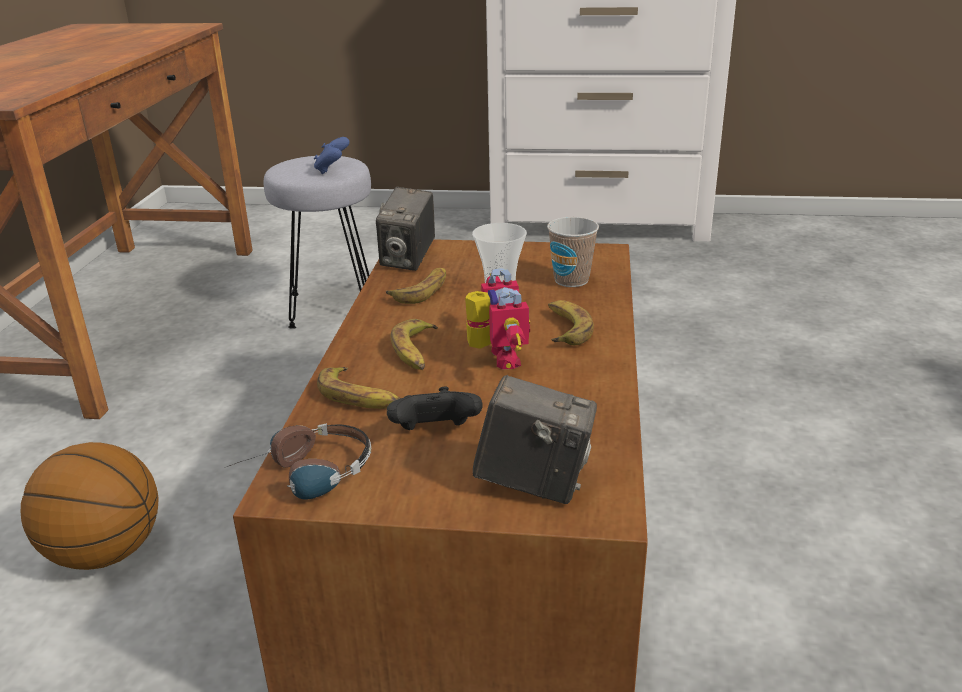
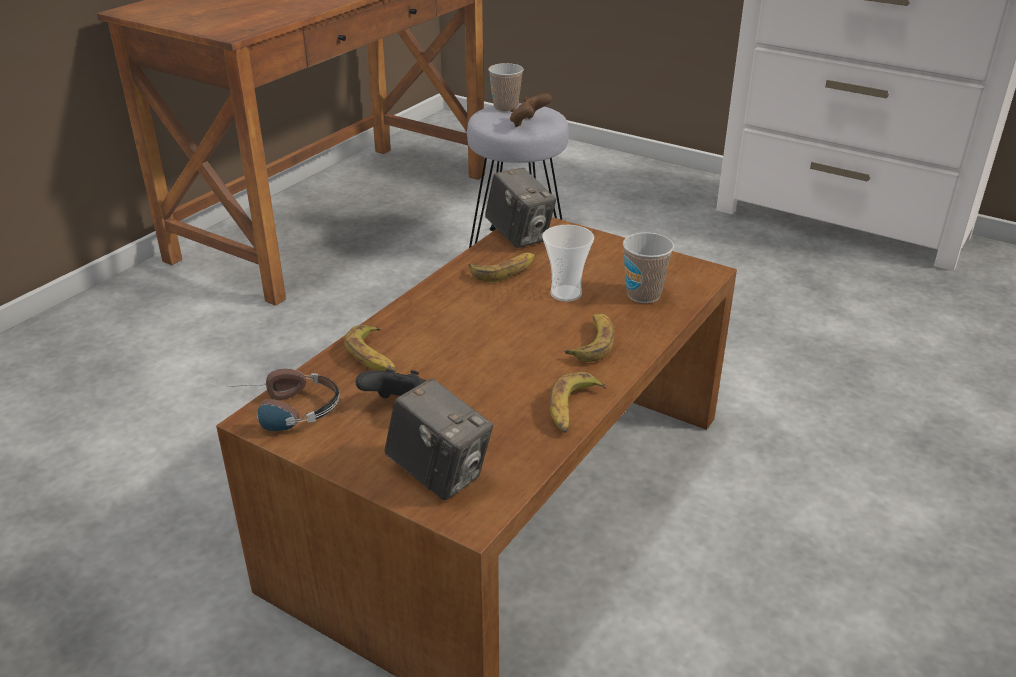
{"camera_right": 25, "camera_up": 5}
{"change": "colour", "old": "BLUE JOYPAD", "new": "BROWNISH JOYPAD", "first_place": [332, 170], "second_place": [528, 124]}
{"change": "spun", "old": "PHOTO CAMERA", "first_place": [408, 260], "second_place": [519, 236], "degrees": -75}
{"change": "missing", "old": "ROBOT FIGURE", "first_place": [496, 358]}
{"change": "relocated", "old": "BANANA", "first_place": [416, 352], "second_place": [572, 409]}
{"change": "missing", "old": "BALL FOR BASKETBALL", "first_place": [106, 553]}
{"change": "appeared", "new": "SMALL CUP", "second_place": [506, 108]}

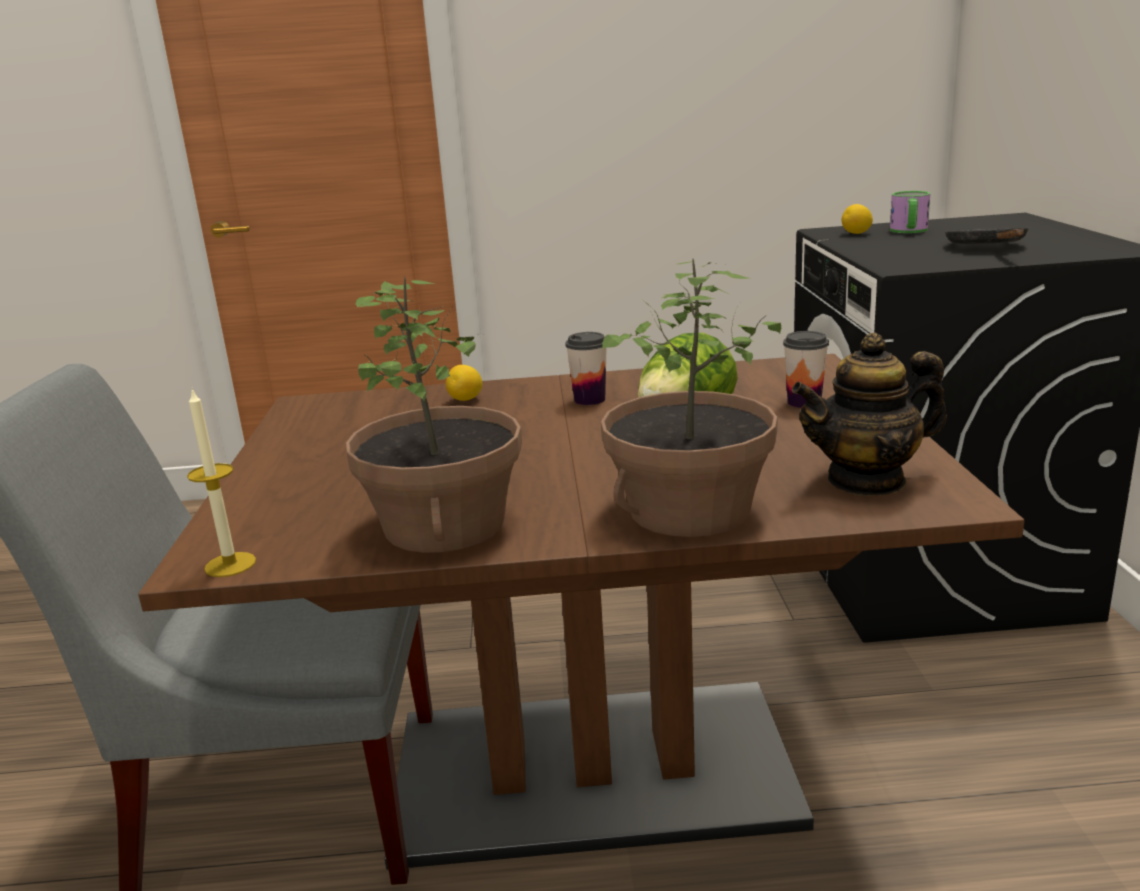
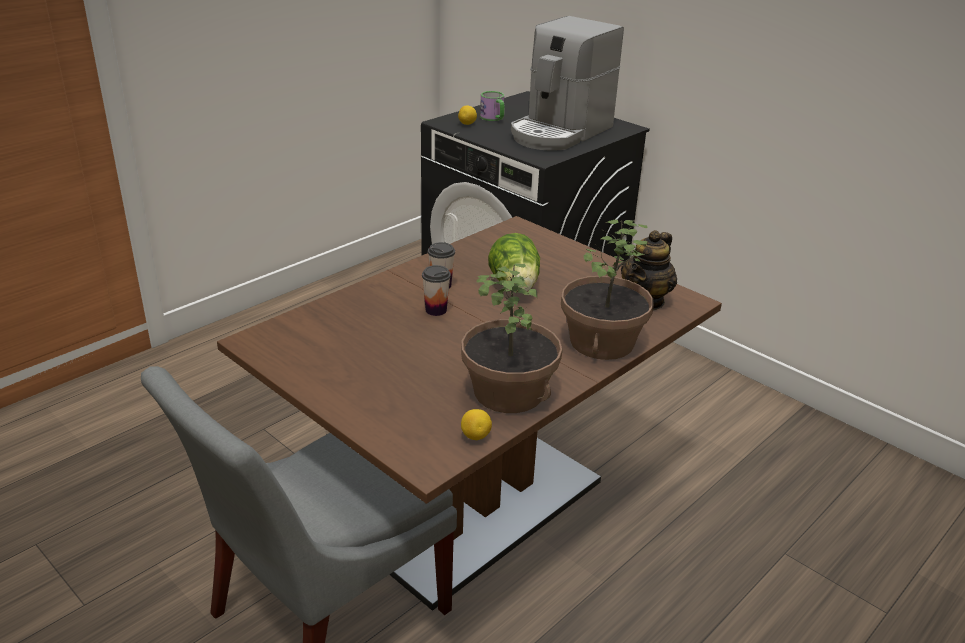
{"camera_right": -45, "camera_up": 10}
{"change": "exchanged", "old": "BLACKISH PAN", "new": "COFFEE MACHINE", "first_place": [988, 248], "second_place": [560, 132]}
{"change": "relocated", "old": "SMALL CUP", "first_place": [804, 402], "second_place": [436, 310]}
{"change": "relocated", "old": "LEMON", "first_place": [466, 400], "second_place": [475, 436]}
{"change": "missing", "old": "WAX CANDLE", "first_place": [230, 564]}

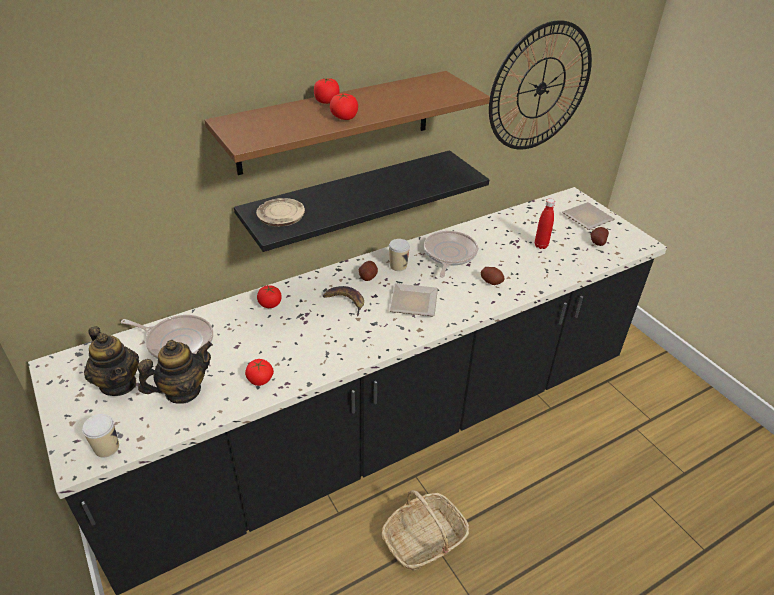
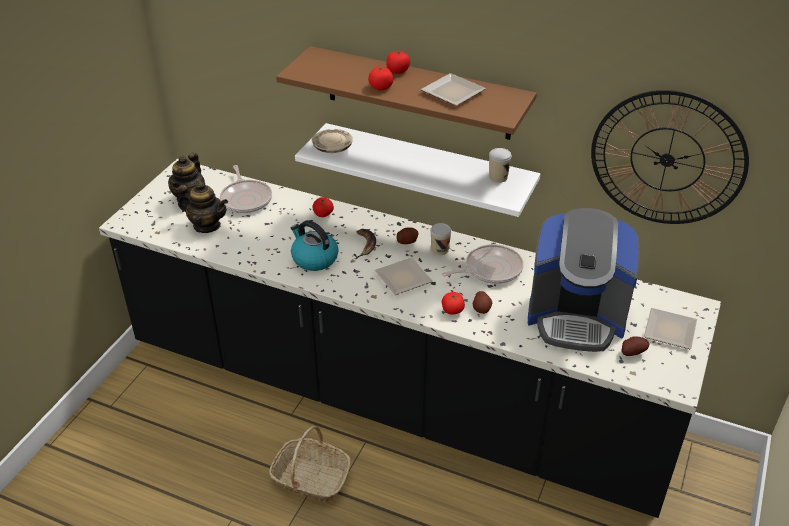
{"camera_right": 55, "camera_up": 0}
{"change": "colour", "old": "BLACKISH WALL SHELF", "new": "WHITE WALL SHELF", "first_place": [350, 200], "second_place": [428, 169]}
{"change": "exchanged", "old": "RED-COLOURED BOTTLE", "new": "COFFEE MACHINE", "first_place": [541, 245], "second_place": [576, 317]}
{"change": "relocated", "old": "WHOLE TOMATO", "first_place": [260, 380], "second_place": [452, 310]}
{"change": "relocated", "old": "SMALL CUP", "first_place": [107, 447], "second_place": [498, 177]}
{"change": "appeared", "new": "PLATE", "second_place": [452, 91]}
{"change": "appeared", "new": "TEA KETTLE", "second_place": [314, 258]}

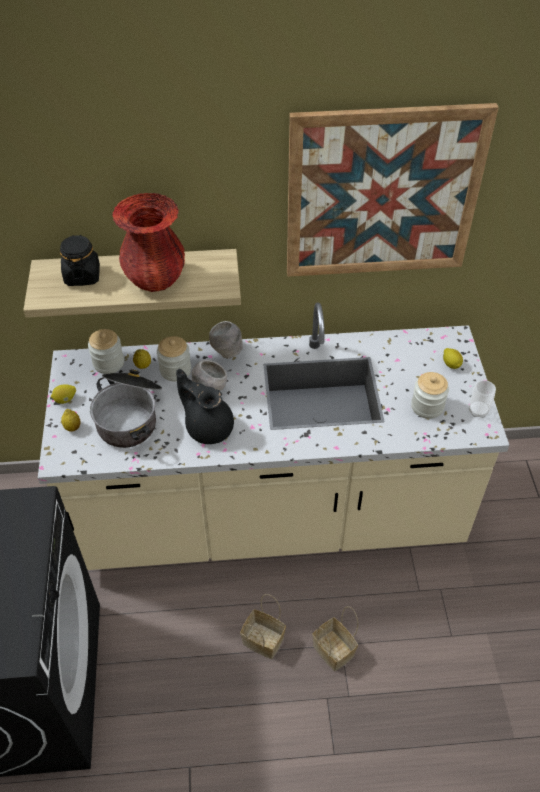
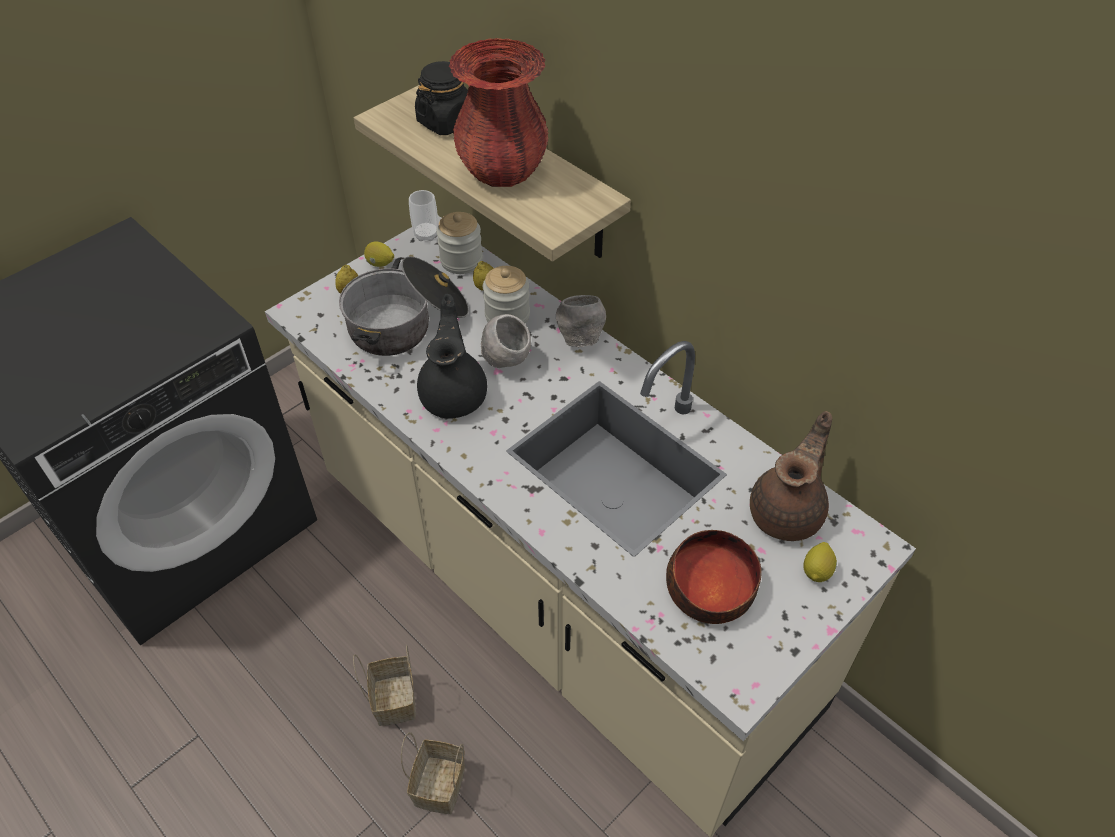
{"camera_right": 50, "camera_up": 0}
{"change": "missing", "old": "WALL PICTURE", "first_place": [382, 194]}
{"change": "exchanged", "old": "JAR", "new": "BOWL", "first_place": [427, 406], "second_place": [710, 588]}
{"change": "relocated", "old": "SMALL CUP", "first_place": [478, 411], "second_place": [426, 234]}
{"change": "appeared", "new": "BROWNISH TEA POT", "second_place": [788, 512]}

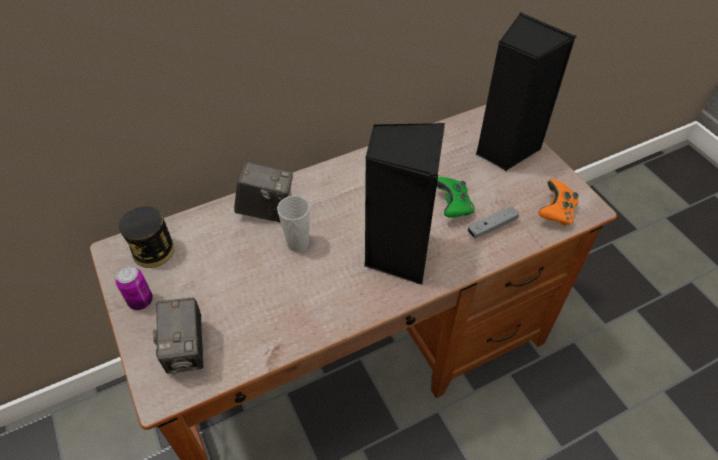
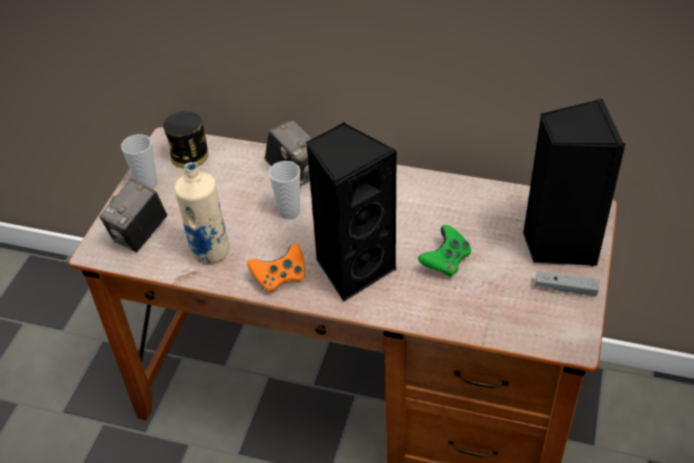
{"camera_right": 45, "camera_up": -5}
{"change": "relocated", "old": "ORANGE-COLOURED JOYPAD", "first_place": [556, 212], "second_place": [280, 278]}
{"change": "relocated", "old": "GRAY JOYPAD", "first_place": [492, 227], "second_place": [565, 288]}
{"change": "exchanged", "old": "METAL CAN", "new": "SMALL CUP", "first_place": [141, 301], "second_place": [147, 184]}
{"change": "appeared", "new": "BEIGE-COLOURED BOTTLE", "second_place": [210, 251]}

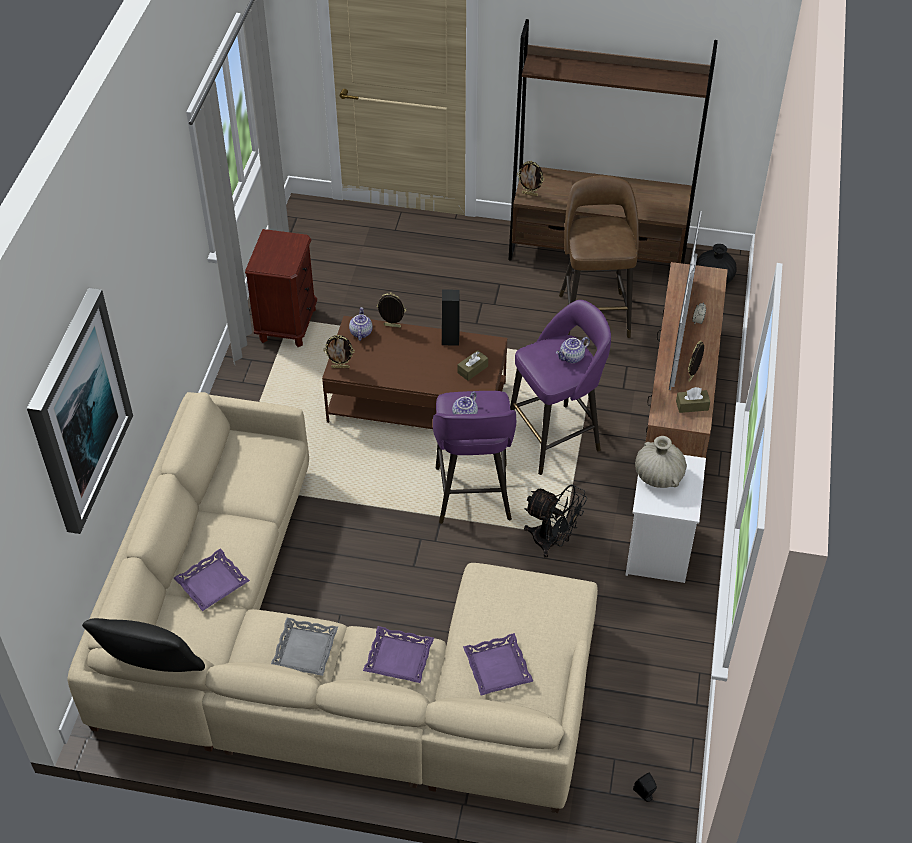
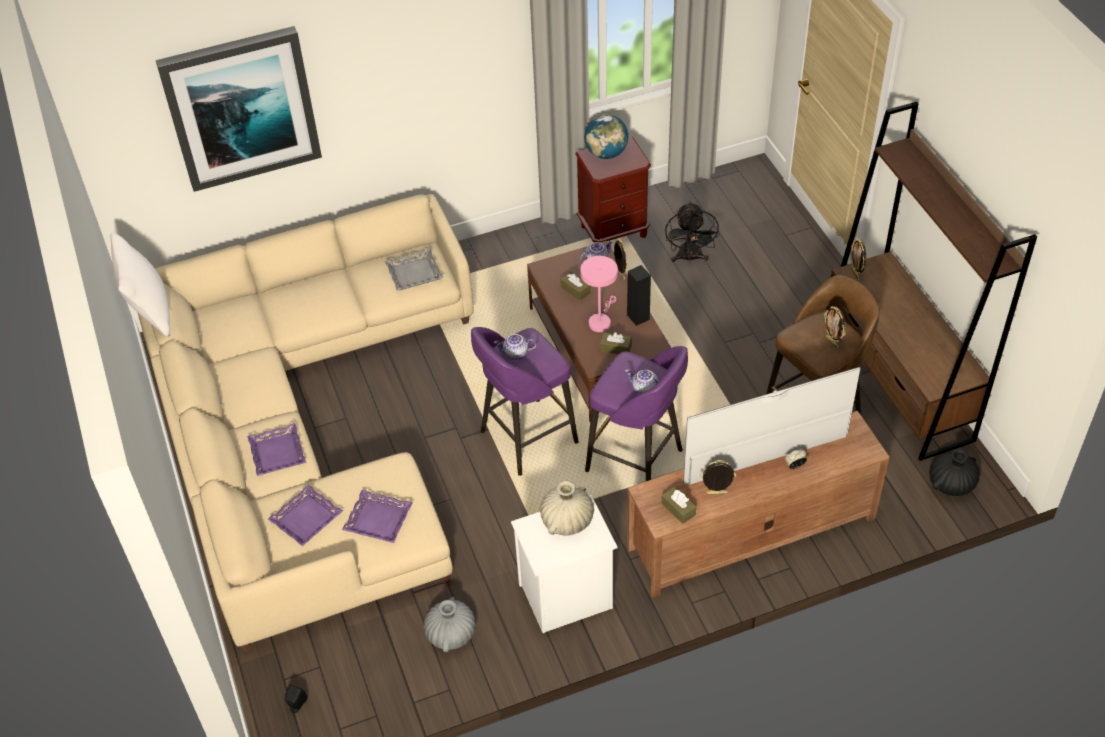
{"camera_right": 60, "camera_up": 0}
{"change": "relocated", "old": "PICTURE FRAME", "first_place": [340, 367], "second_place": [832, 342]}
{"change": "relocated", "old": "BLACKISH COOLING FAN", "first_place": [552, 541], "second_place": [689, 258]}
{"change": "relocated", "old": "PURPLE SERVING TRAY", "first_place": [212, 584], "second_place": [378, 520]}
{"change": "colour", "old": "BLACKISH PILLOW", "new": "WHITE PILLOW", "first_place": [152, 671], "second_place": [150, 312]}
{"change": "relocated", "old": "GRAY SERVING TRAY", "first_place": [304, 650], "second_place": [414, 273]}
{"change": "appeared", "new": "GLOBE", "second_place": [606, 153]}
{"change": "appeared", "new": "PINKISH TABLETOP LAMP", "second_place": [600, 321]}
{"change": "appeared", "new": "BROWNISH BOX OF TISSUES", "second_place": [575, 290]}
{"change": "appeared", "new": "GRAY DECORATIVE VASE", "second_place": [451, 634]}

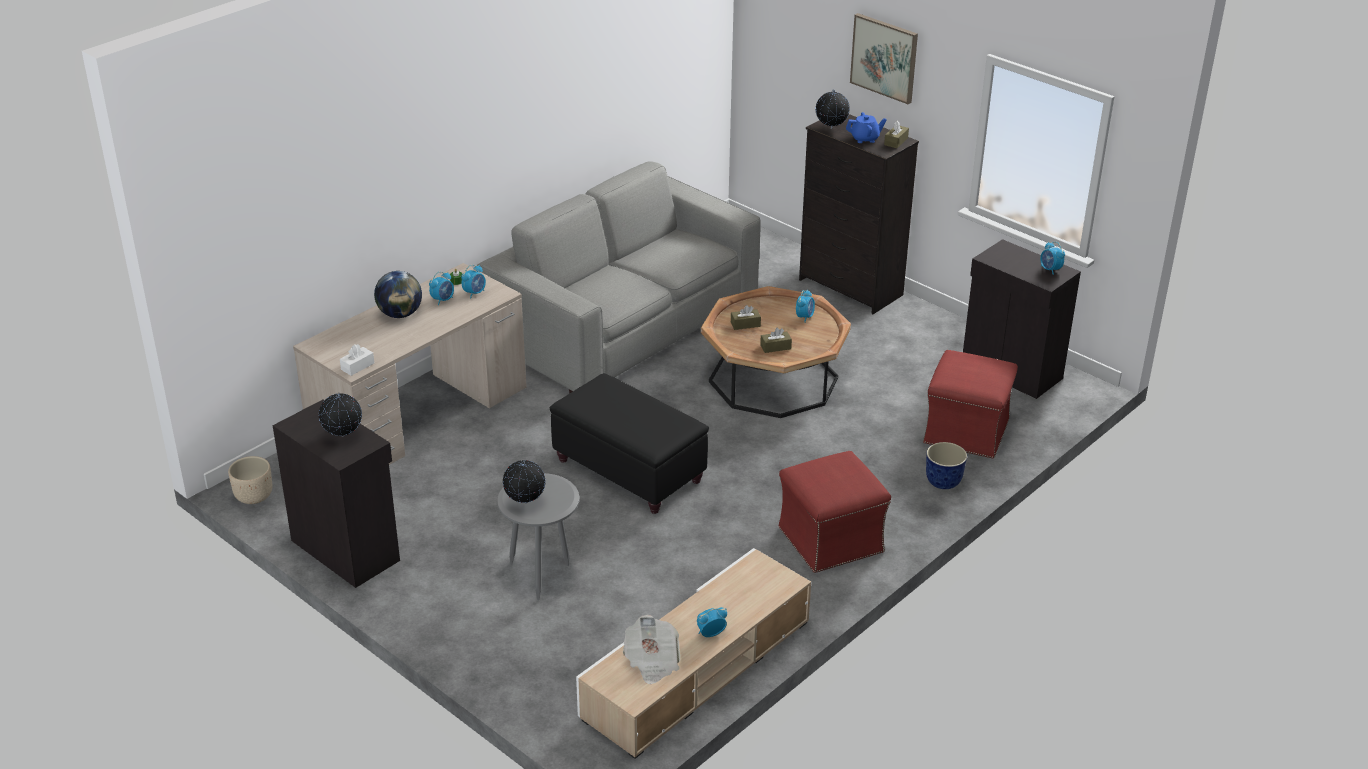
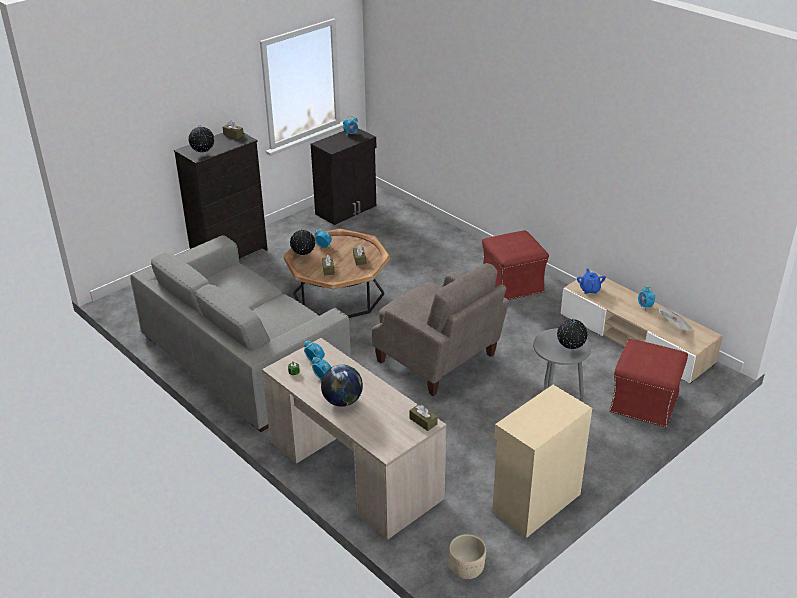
{"camera_right": -85, "camera_up": 0}
{"change": "missing", "old": "WALL PICTURE", "first_place": [884, 58]}
{"change": "relocated", "old": "BLUE TEA POT", "first_place": [865, 139], "second_place": [589, 289]}
{"change": "colour", "old": "WHITE BOX OF TISSUES", "new": "BROWNISH BOX OF TISSUES", "first_place": [357, 366], "second_place": [423, 421]}
{"change": "relocated", "old": "RED-COLOURED OTTOMAN", "first_place": [966, 432], "second_place": [645, 403]}
{"change": "exchanged", "old": "BLACKISH OTTOMAN", "new": "BEIGE-COLOURED LOUNGE CHAIR", "first_place": [628, 470], "second_place": [438, 360]}
{"change": "relocated", "old": "GLOBE", "first_place": [343, 436], "second_place": [303, 256]}
{"change": "colour", "old": "BLACKISH CABINET", "new": "BEIGE-COLOURED CABINET", "first_place": [346, 549], "second_place": [535, 503]}
{"change": "missing", "old": "PLANTER", "first_place": [943, 482]}

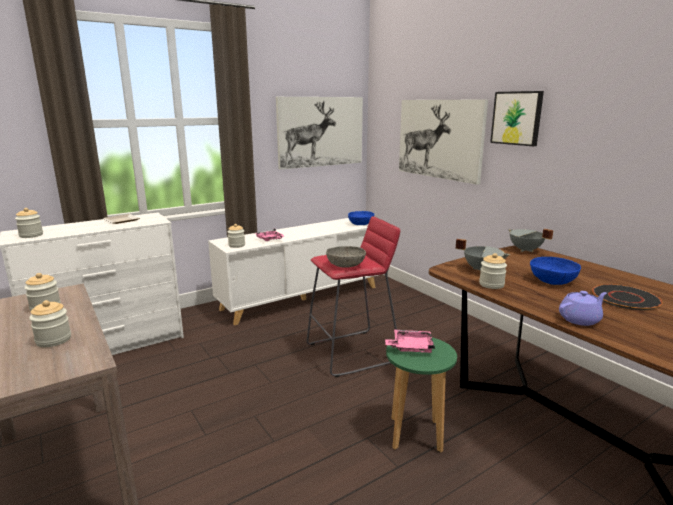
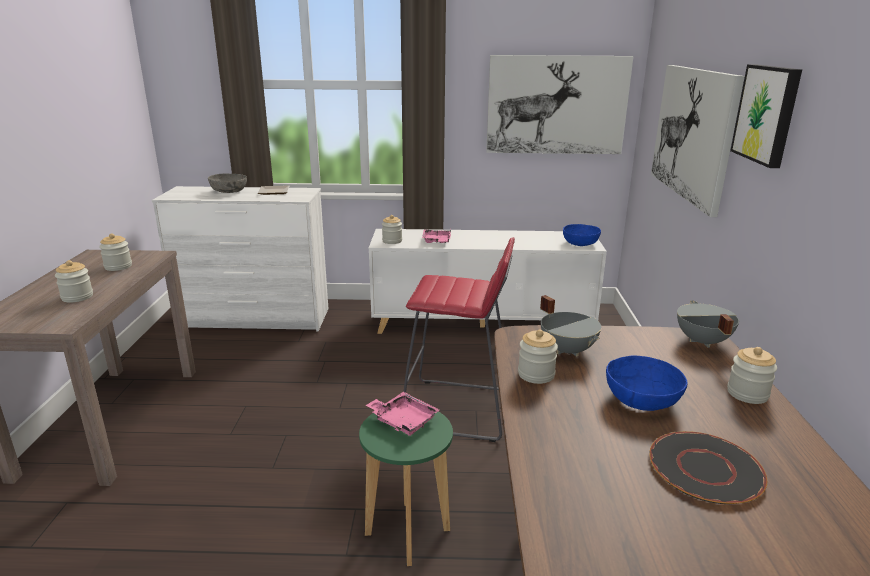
{"camera_right": 35, "camera_up": 5}
{"change": "relocated", "old": "JAR", "first_place": [31, 235], "second_place": [747, 394]}
{"change": "relocated", "old": "GRAY BOWL", "first_place": [346, 265], "second_place": [229, 191]}
{"change": "missing", "old": "PURPLE TEA POT", "first_place": [580, 319]}

